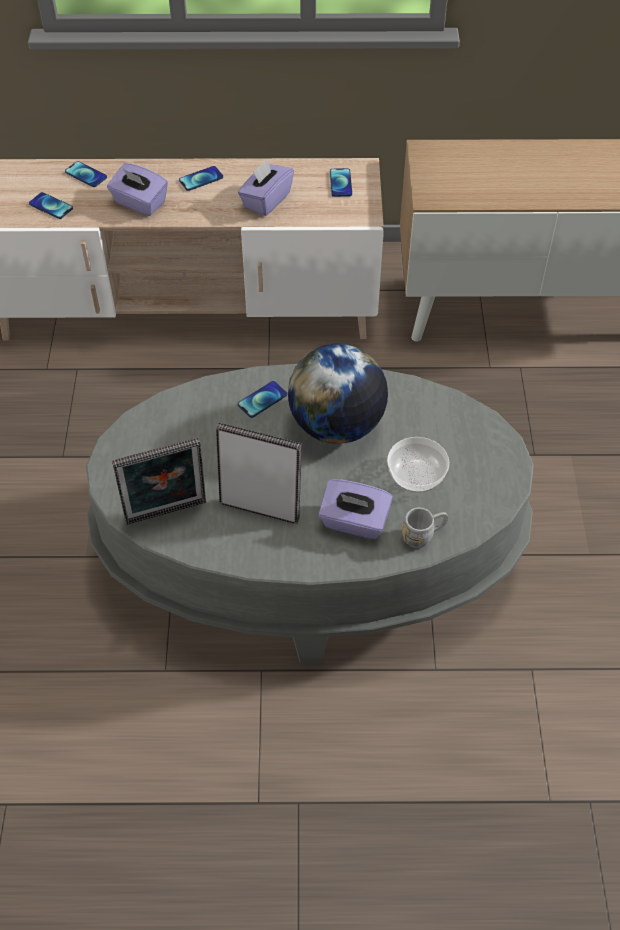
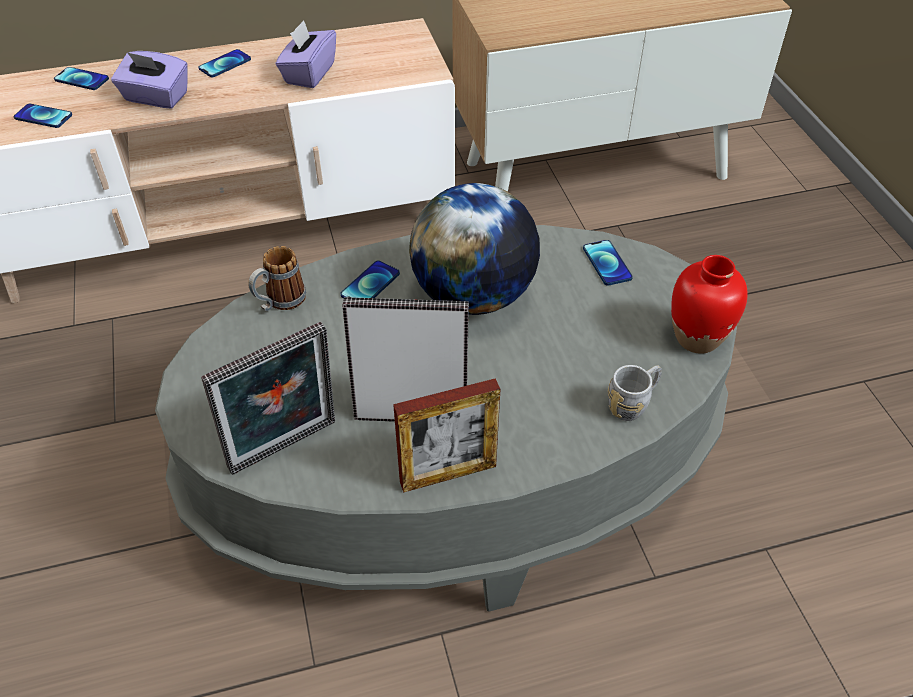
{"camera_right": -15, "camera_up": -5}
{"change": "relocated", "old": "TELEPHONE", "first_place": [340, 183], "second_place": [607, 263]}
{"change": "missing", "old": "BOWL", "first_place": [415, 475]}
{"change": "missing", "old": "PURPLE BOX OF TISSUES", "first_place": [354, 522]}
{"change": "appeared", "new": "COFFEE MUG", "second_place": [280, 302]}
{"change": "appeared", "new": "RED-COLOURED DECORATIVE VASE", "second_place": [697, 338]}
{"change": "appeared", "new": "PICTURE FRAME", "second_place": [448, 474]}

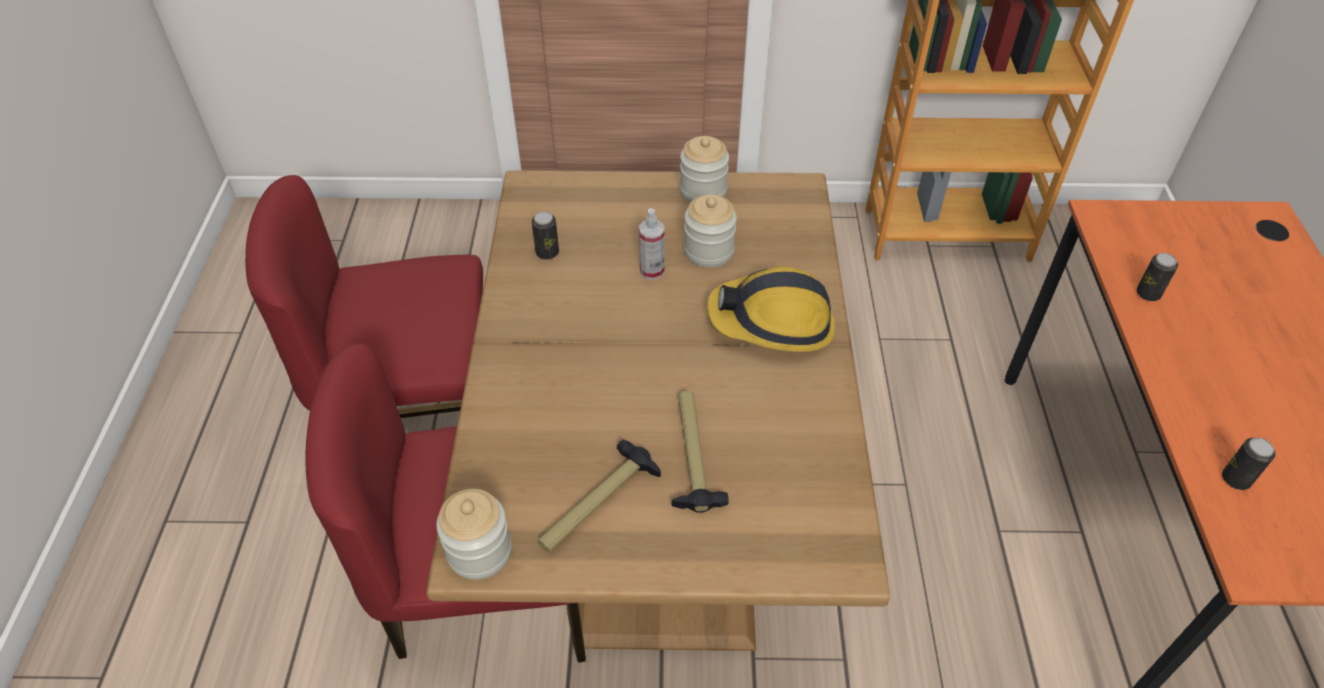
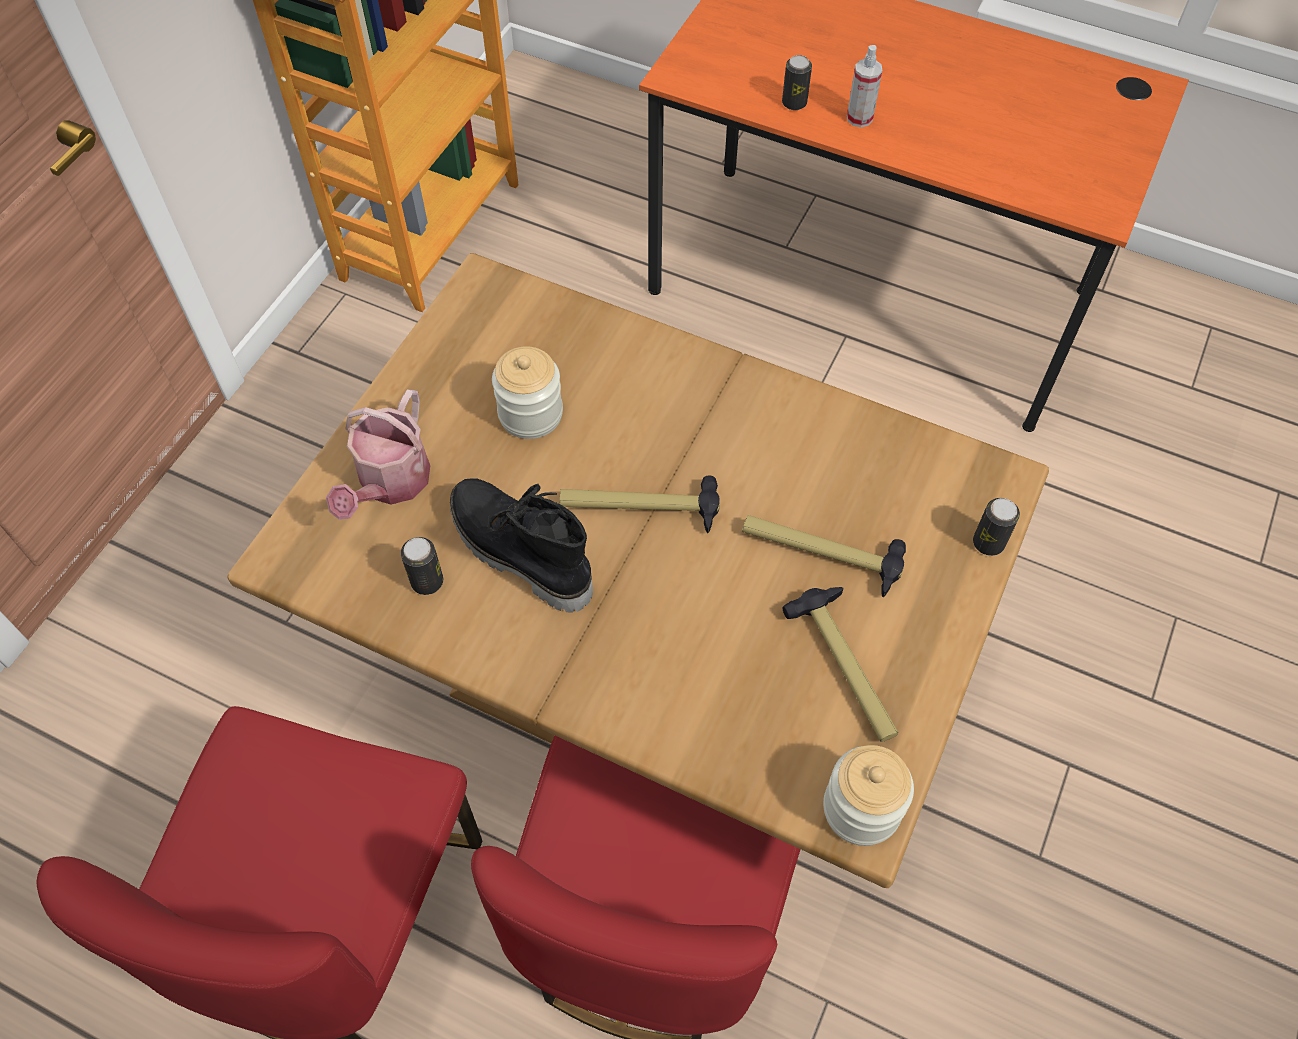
{"camera_right": -65, "camera_up": 10}
{"change": "missing", "old": "JAR", "first_place": [703, 191]}
{"change": "relocated", "old": "SPRAYER", "first_place": [652, 271], "second_place": [859, 118]}
{"change": "missing", "old": "HARD HAT", "first_place": [773, 322]}
{"change": "relocated", "old": "METAL CAN", "first_place": [1235, 479], "second_place": [988, 543]}
{"change": "appeared", "new": "WATERING CAN", "second_place": [390, 484]}
{"change": "appeared", "new": "TOOL HAMMER", "second_place": [639, 507]}
{"change": "appeared", "new": "BLACKISH HIGH-TOP BOOT", "second_place": [518, 554]}

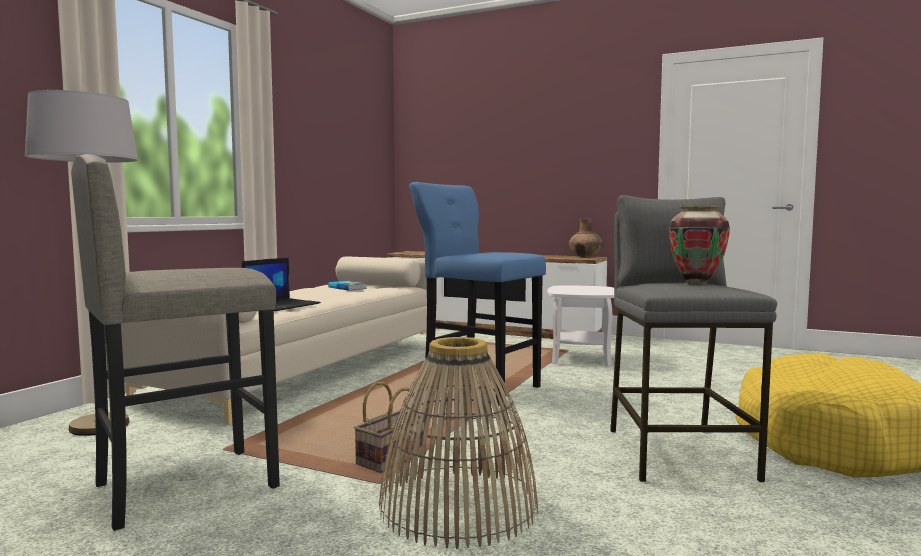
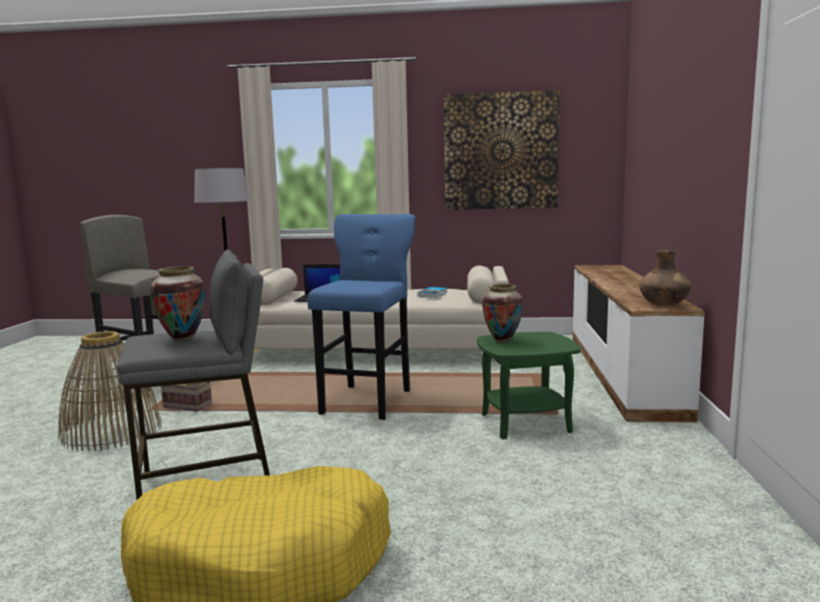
{"camera_right": 70, "camera_up": 5}
{"change": "colour", "old": "WHITE SIDE TABLE", "new": "GREEN SIDE TABLE", "first_place": [581, 358], "second_place": [525, 423]}
{"change": "appeared", "new": "WALL PICTURE", "second_place": [500, 151]}
{"change": "appeared", "new": "DECORATIVE VASE", "second_place": [502, 341]}

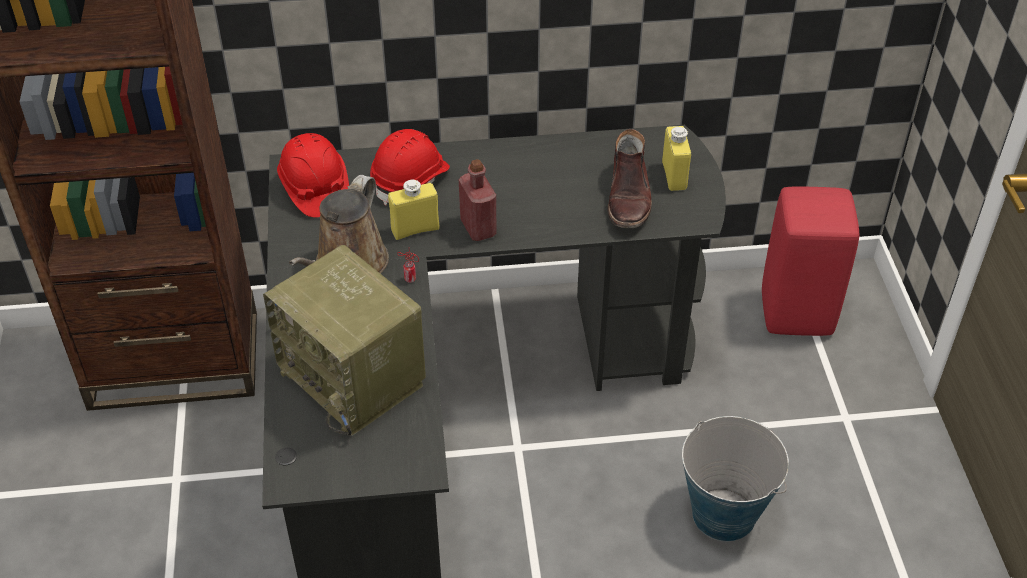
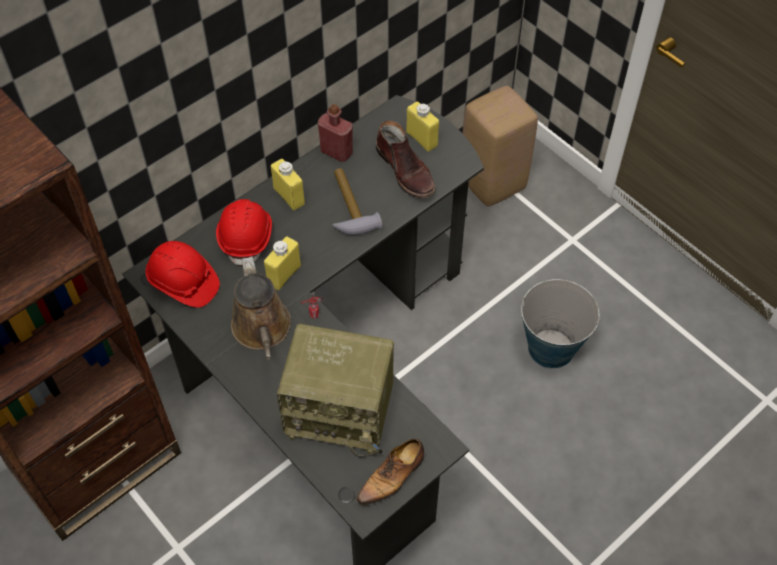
{"camera_right": -35, "camera_up": 10}
{"change": "relocated", "old": "RED-COLOURED BOTTLE", "first_place": [478, 228], "second_place": [336, 152]}
{"change": "colour", "old": "RED-COLOURED STOOL", "new": "BEIGE-COLOURED STOOL", "first_place": [797, 312], "second_place": [492, 182]}
{"change": "appeared", "new": "YELLOW BOTTLE", "second_place": [289, 196]}
{"change": "appeared", "new": "TOOL HAMMER", "second_place": [348, 207]}
{"change": "appeared", "new": "SHOE", "second_place": [392, 477]}

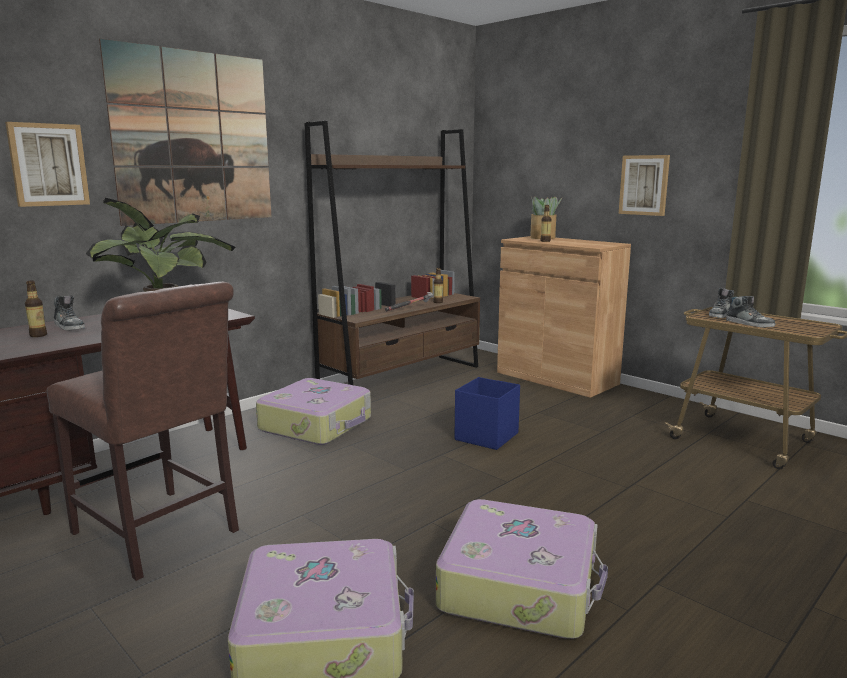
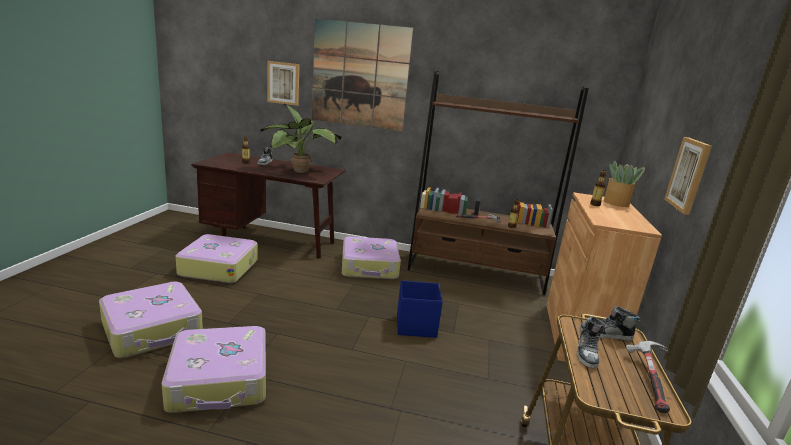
{"camera_right": 55, "camera_up": 5}
{"change": "exchanged", "old": "BROWNISH CHAIR", "new": "TRAVEL CASE", "first_place": [159, 535], "second_place": [219, 267]}
{"change": "appeared", "new": "TOOL HAMMER", "second_place": [649, 381]}

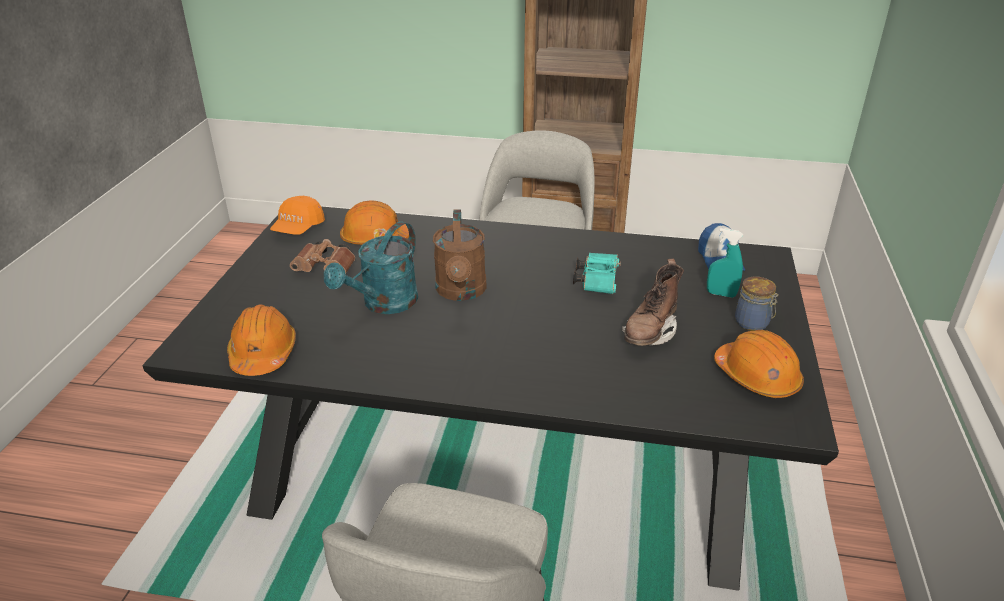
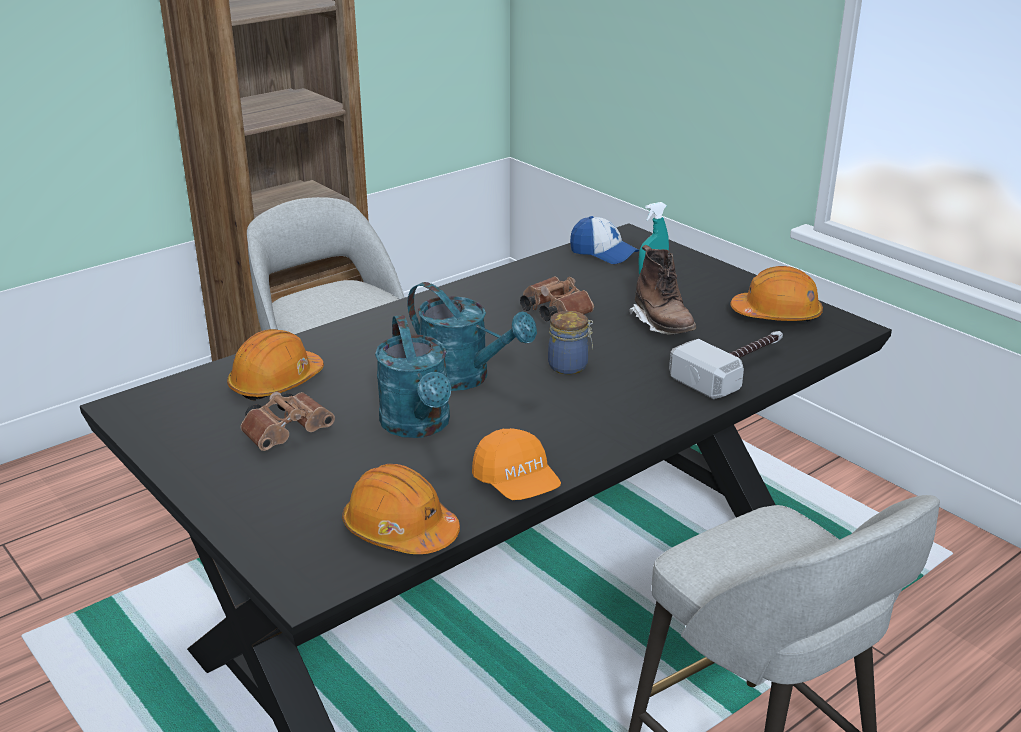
{"camera_right": -50, "camera_up": -5}
{"change": "relocated", "old": "ORANGE-COLOURED CAP", "first_place": [298, 228], "second_place": [516, 484]}
{"change": "colour", "old": "BROWNISH WATERING CAN", "new": "BLUE-GREEN WATERING CAN", "first_place": [461, 292], "second_place": [465, 378]}
{"change": "colour", "old": "BLUE-GREEN BINOCULARS", "new": "BROWNISH BINOCULARS", "first_place": [597, 281], "second_place": [553, 312]}
{"change": "relocated", "old": "JAR", "first_place": [752, 323], "second_place": [570, 366]}
{"change": "appeared", "new": "TOOL HAMMER", "second_place": [735, 369]}

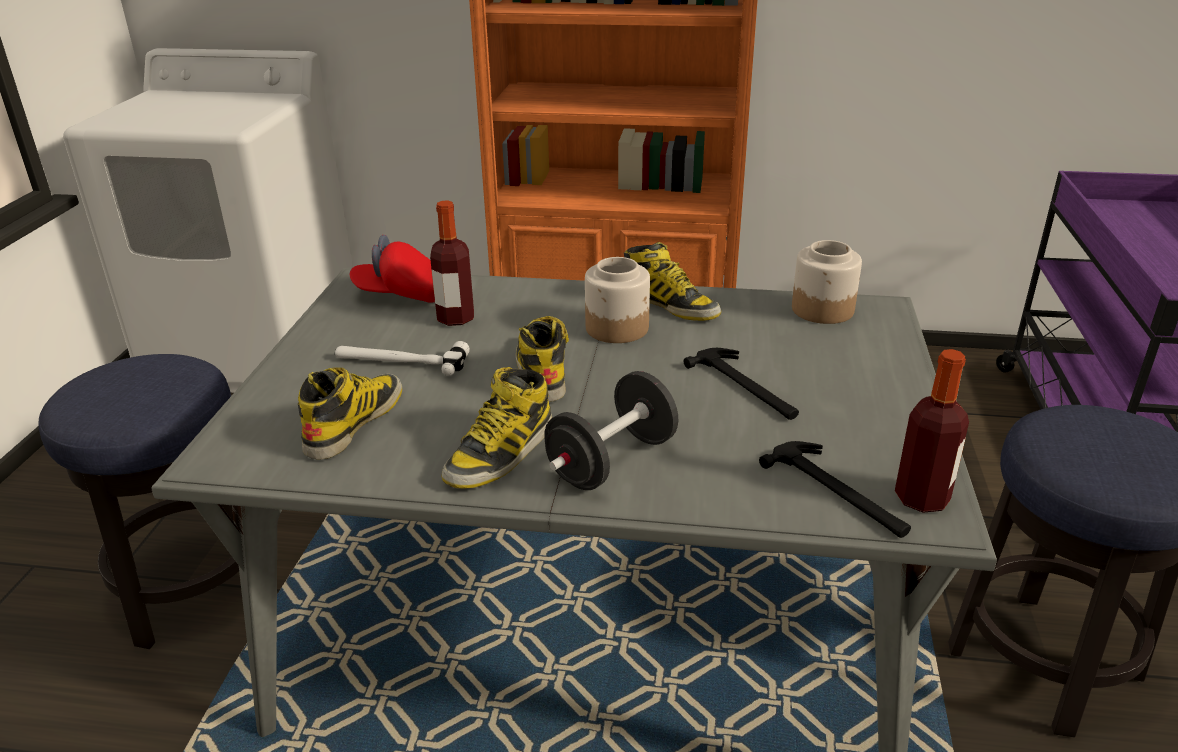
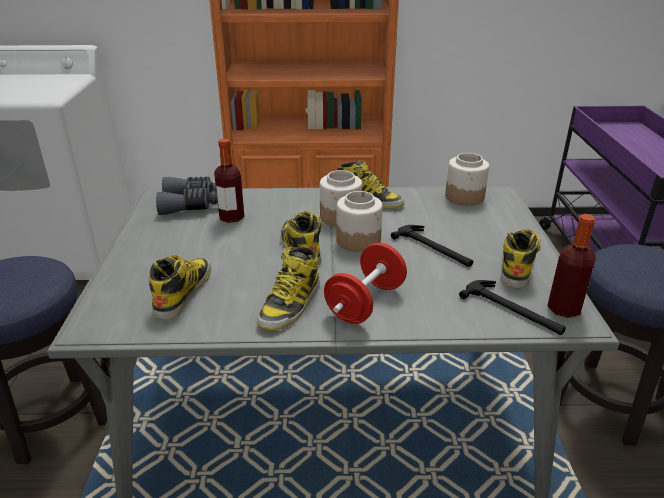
{"camera_right": -10, "camera_up": 0}
{"change": "exchanged", "old": "RED-COLOURED CAP", "new": "GRAY BINOCULARS", "first_place": [403, 295], "second_place": [191, 204]}
{"change": "missing", "old": "TOOL HAMMER", "first_place": [401, 362]}
{"change": "colour", "old": "BLACKISH DUMBBELL", "new": "RED-COLOURED DUMBBELL", "first_place": [612, 461], "second_place": [365, 303]}
{"change": "appeared", "new": "JAR", "second_place": [358, 240]}
{"change": "appeared", "new": "HIGH-TOP BOOT", "second_place": [517, 265]}

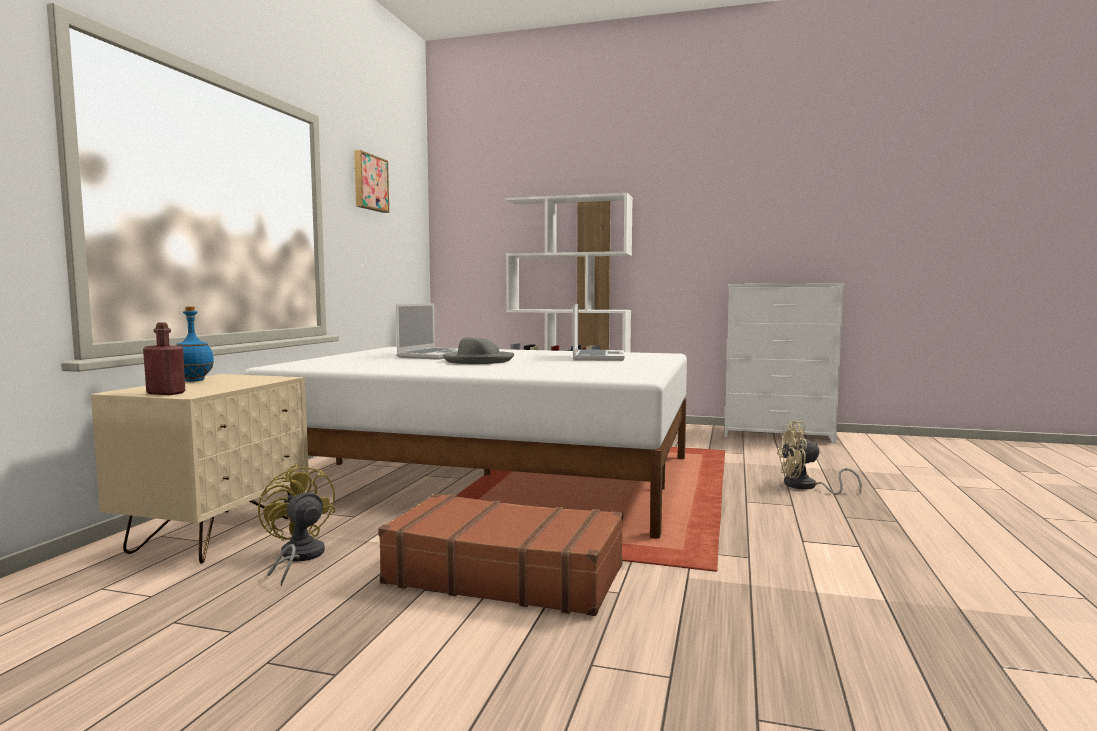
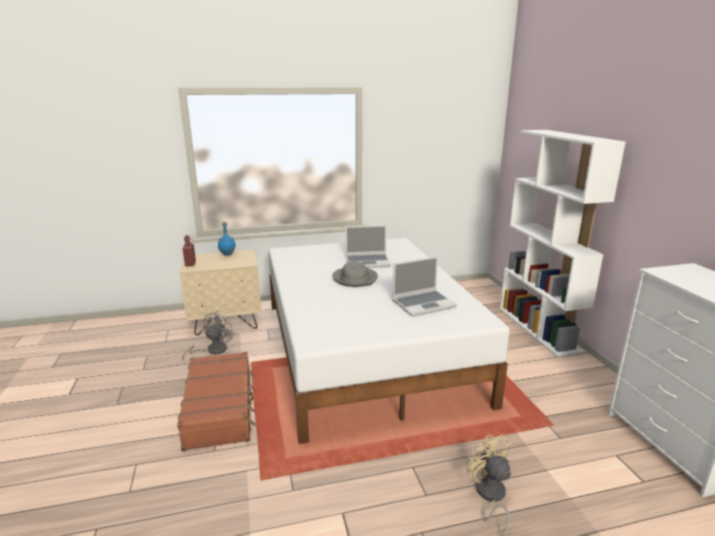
{"camera_right": 60, "camera_up": 15}
{"change": "missing", "old": "WALL PICTURE", "first_place": [369, 183]}
{"change": "colour", "old": "YELLOW COOLING FAN", "new": "GRAY COOLING FAN", "first_place": [297, 558], "second_place": [212, 350]}

